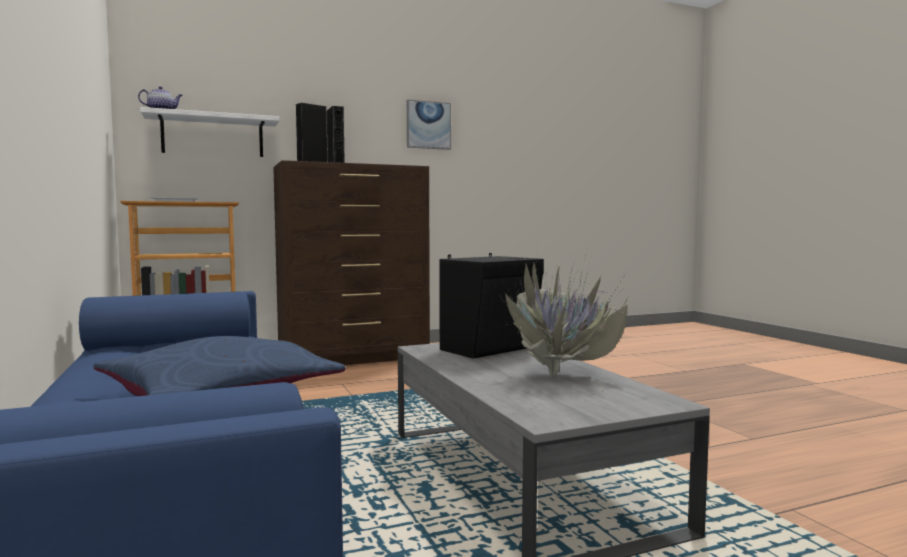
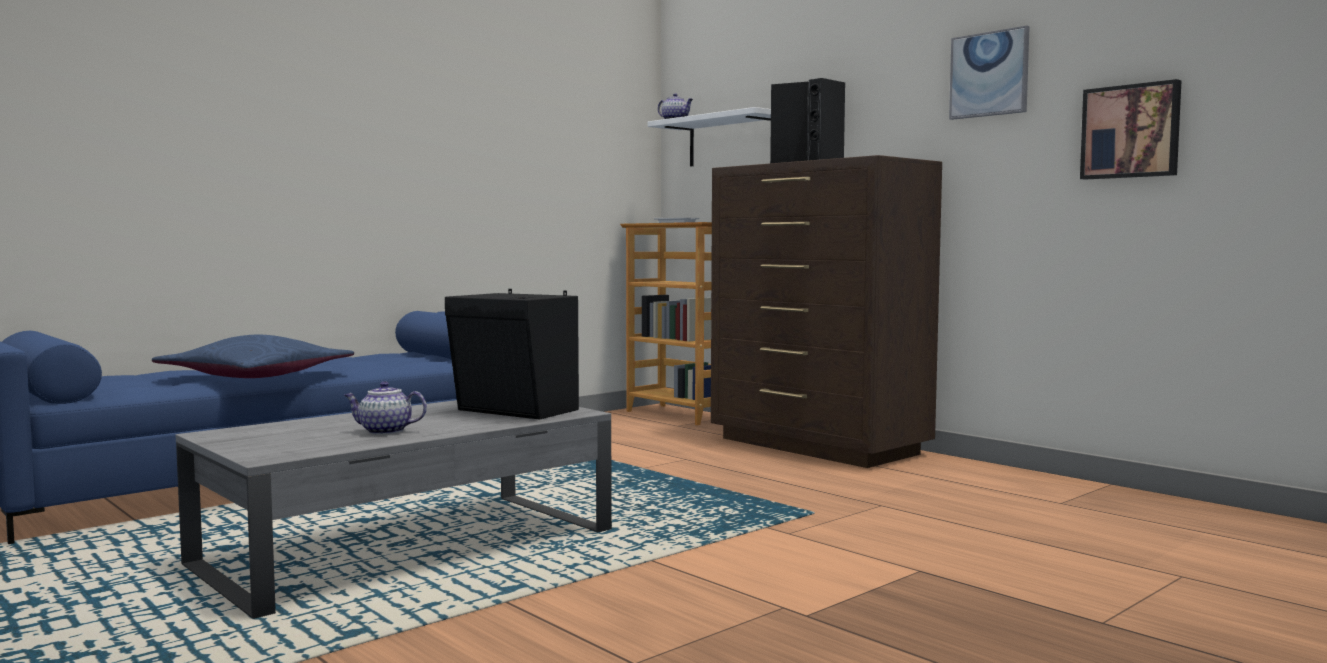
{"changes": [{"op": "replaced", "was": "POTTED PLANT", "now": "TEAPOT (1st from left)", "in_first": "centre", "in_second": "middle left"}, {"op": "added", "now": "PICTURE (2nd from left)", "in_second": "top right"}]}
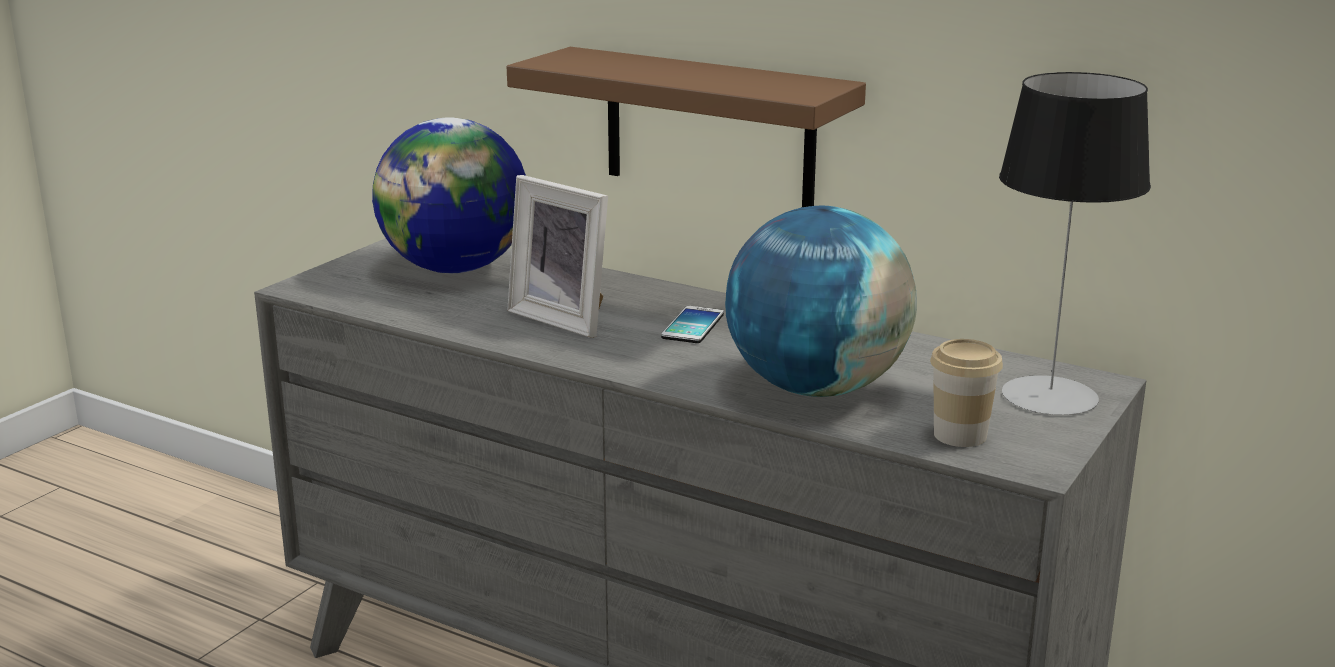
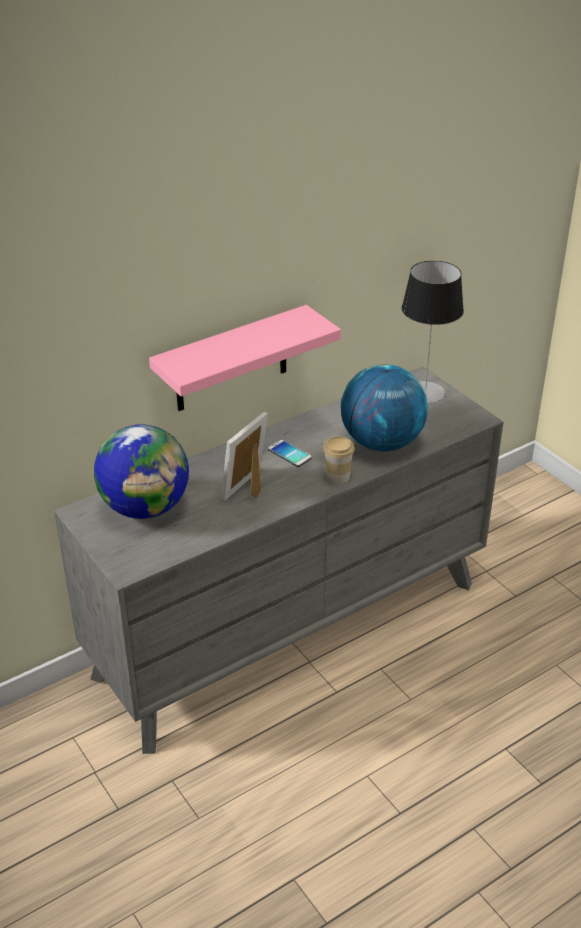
{"changes": [{"op": "recoloured", "was": "BROWN SHELF", "now": "PINK SHELF", "in_first": "top centre", "in_second": "centre"}, {"op": "turned", "was": "PICTURE FRAME", "in_first": "centre", "in_second": "centre", "clockwise": 150}, {"op": "moved", "was": "CUP", "in_first": "middle right", "in_second": "centre"}]}
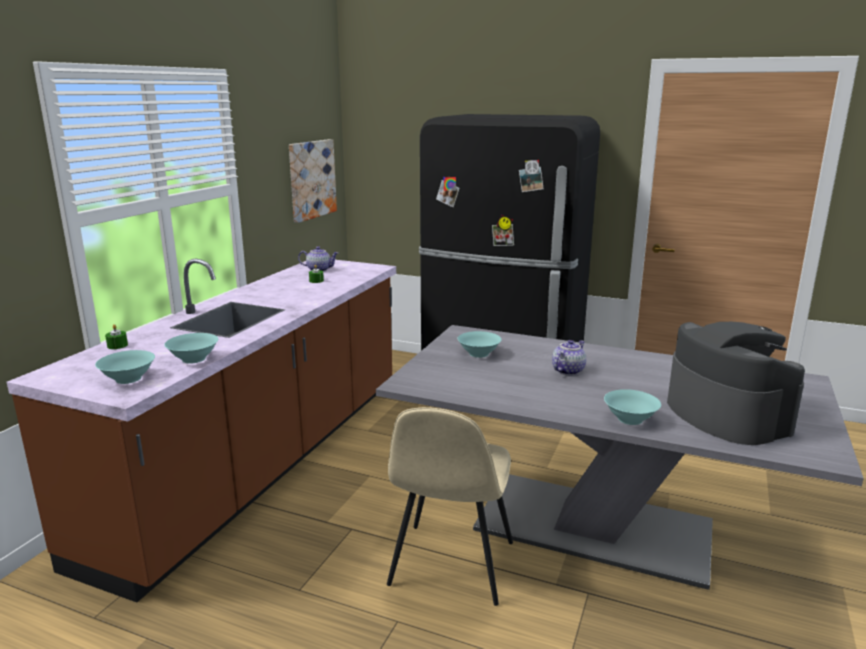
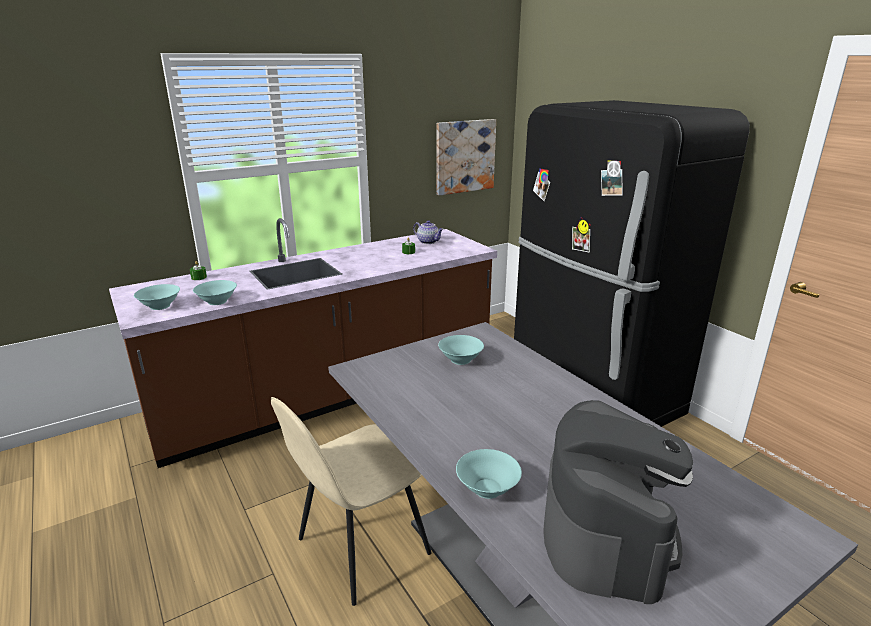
{"changes": [{"op": "removed", "was": "TEAPOT (2nd from left)", "in_first": "centre"}]}
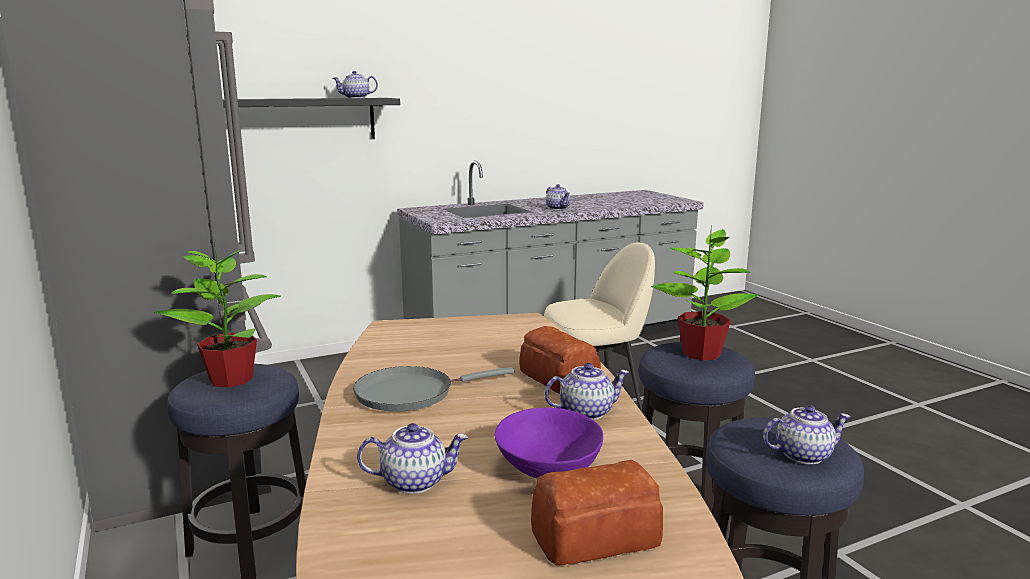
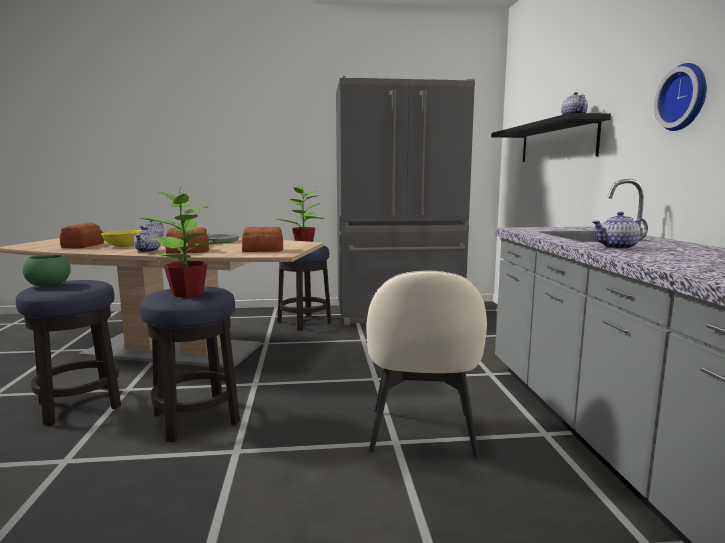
{"changes": [{"op": "replaced", "was": "TEAPOT (5th from left)", "now": "GREEN BOWL", "in_first": "bottom right", "in_second": "middle left"}, {"op": "recoloured", "was": "PURPLE BOWL", "now": "YELLOW BOWL", "in_first": "bottom centre", "in_second": "middle left"}, {"op": "added", "now": "BREAD (3rd from left)", "in_second": "centre"}, {"op": "added", "now": "WALL CLOCK", "in_second": "top right"}]}
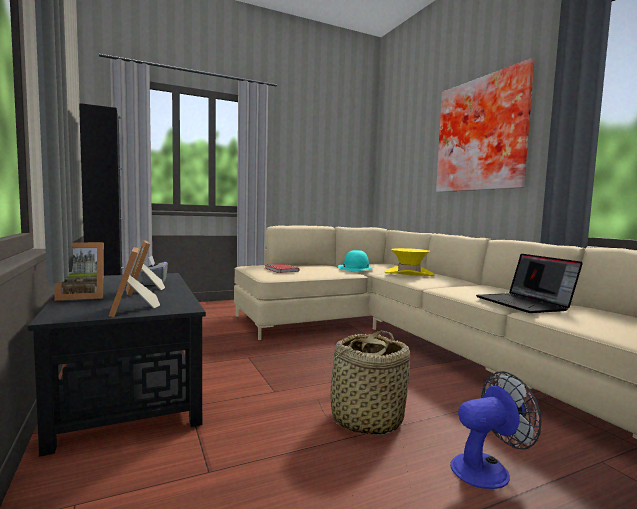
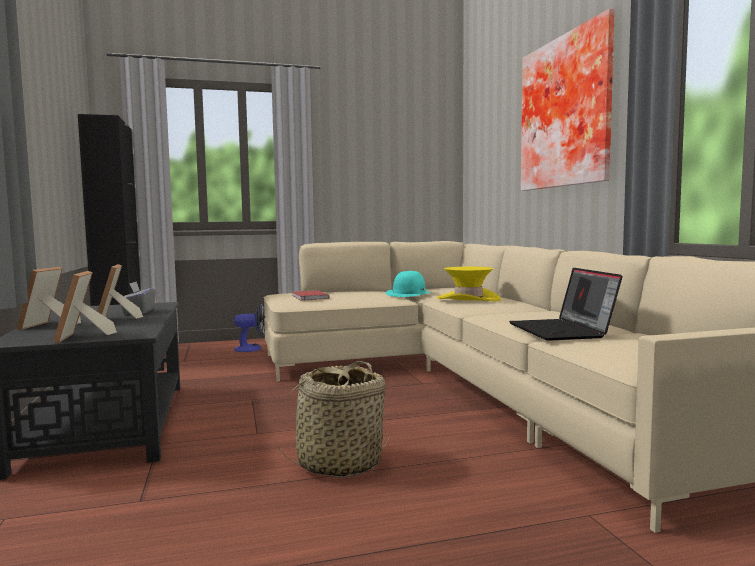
{"changes": [{"op": "turned", "was": "PICTURE FRAME (1st from left)", "in_first": "middle left", "in_second": "middle left", "clockwise": 105}, {"op": "moved", "was": "FAN", "in_first": "bottom right", "in_second": "middle left"}]}
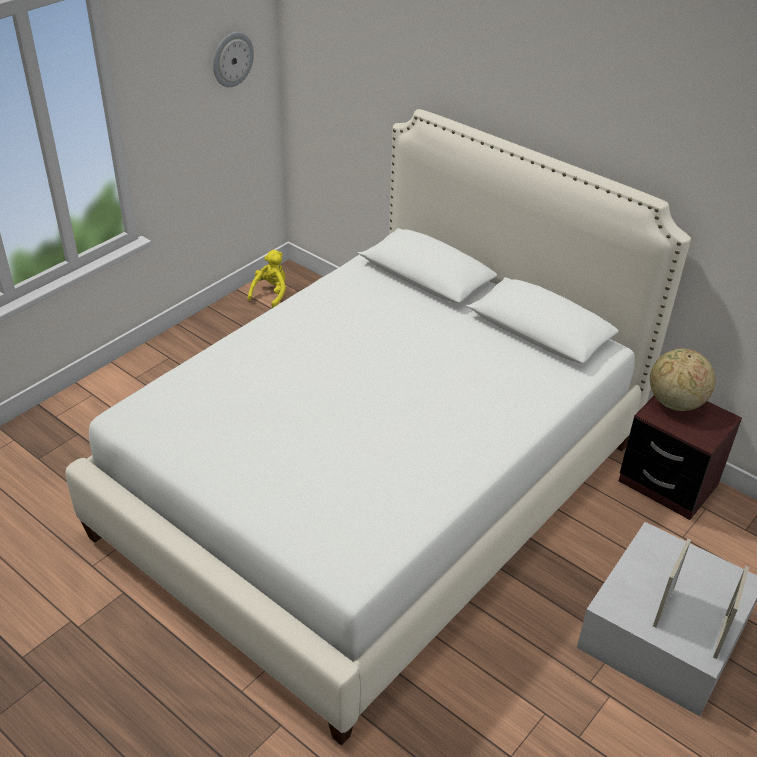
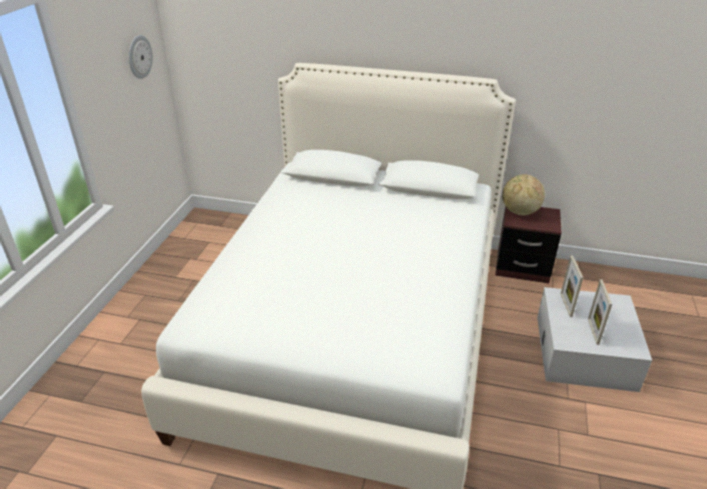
{"changes": [{"op": "moved", "was": "PICTURE FRAME (2nd from left in the first image)", "now": "PICTURE FRAME (1st from left)", "in_first": "bottom right", "in_second": "middle right"}, {"op": "removed", "was": "YELLOW PLUSH TOY", "in_first": "centre"}]}
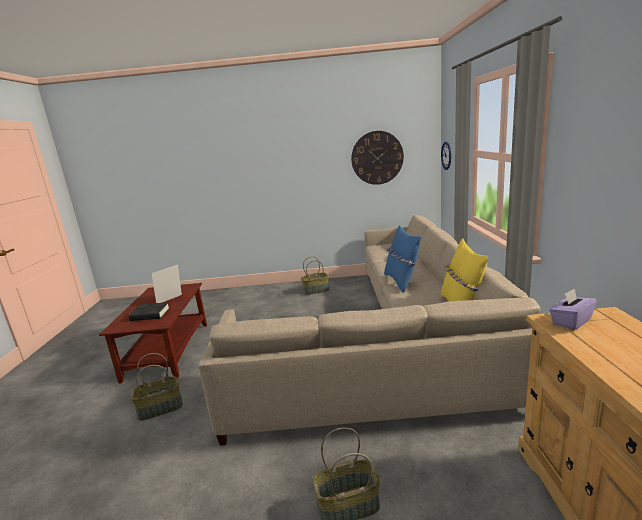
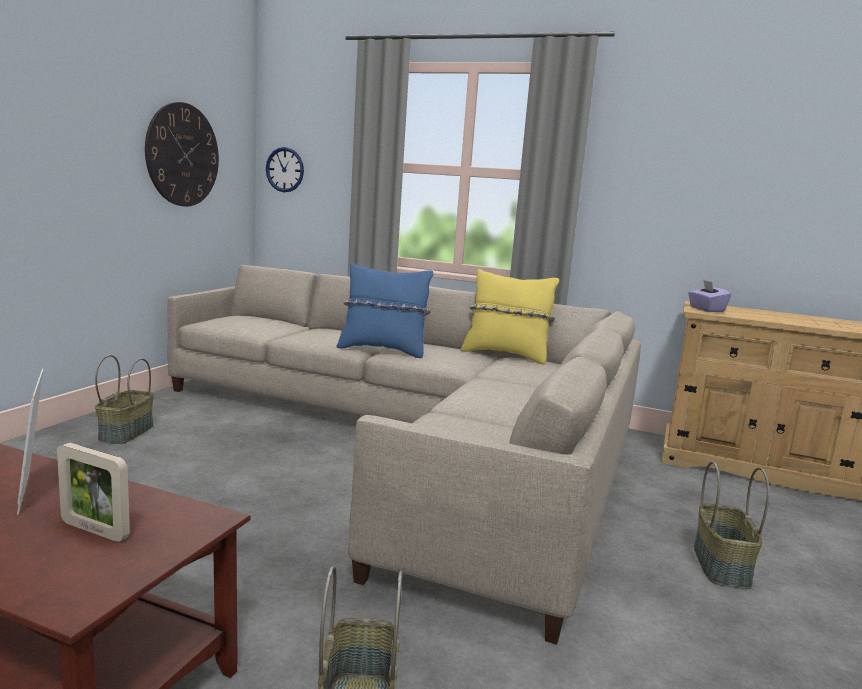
{"changes": [{"op": "replaced", "was": "BLACK BOOK", "now": "PICTURE FRAME (2nd from left)", "in_first": "middle left", "in_second": "bottom left"}]}
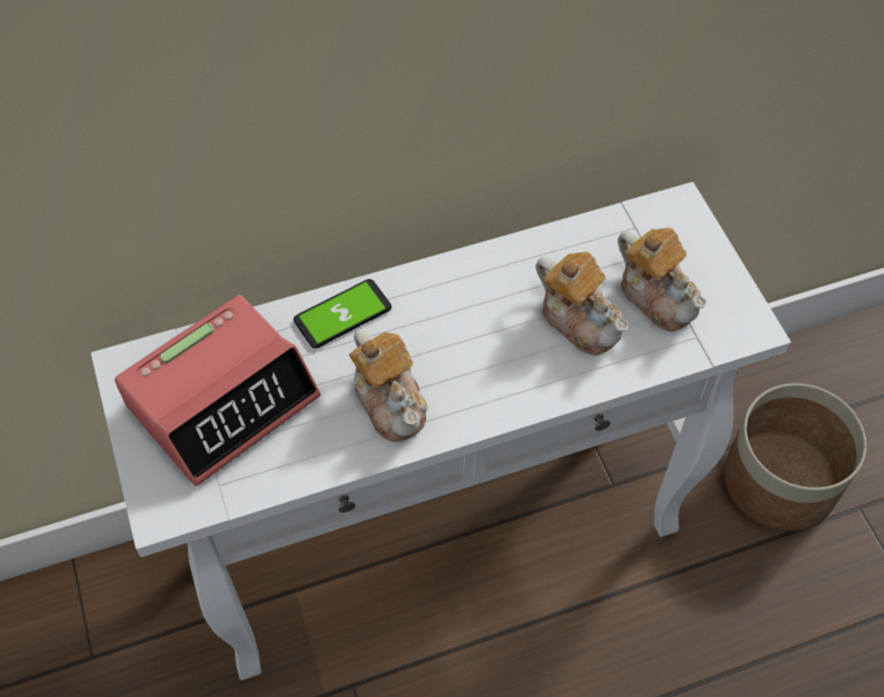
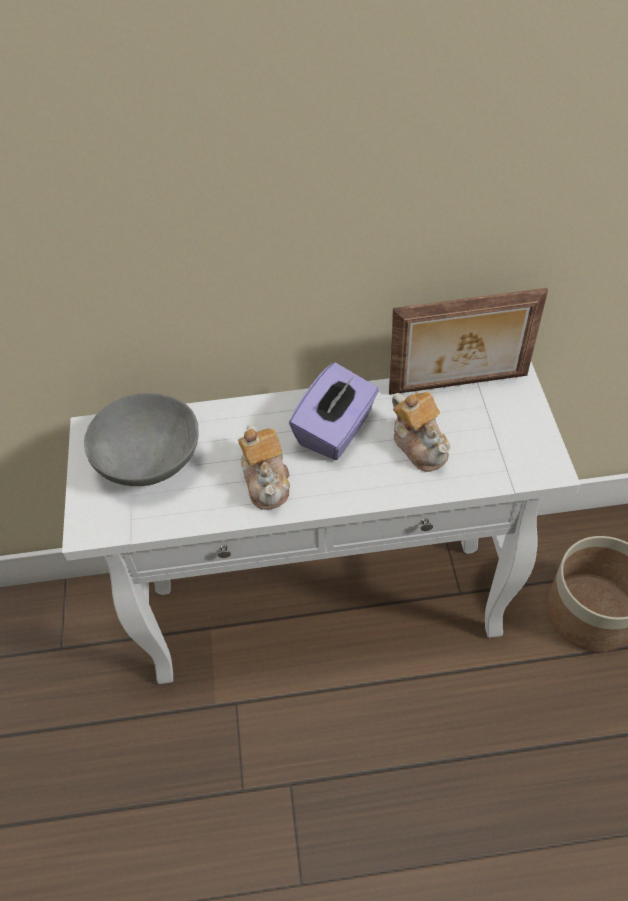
{"changes": [{"op": "replaced", "was": "ALARM CLOCK", "now": "GREY BOWL", "in_first": "middle left", "in_second": "middle left"}, {"op": "added", "now": "PURPLE TISSUE BOX", "in_second": "centre"}, {"op": "added", "now": "PICTURE FRAME", "in_second": "middle right"}, {"op": "removed", "was": "PHONE", "in_first": "centre"}, {"op": "removed", "was": "TEAPOT (3rd from left)", "in_first": "middle right"}]}
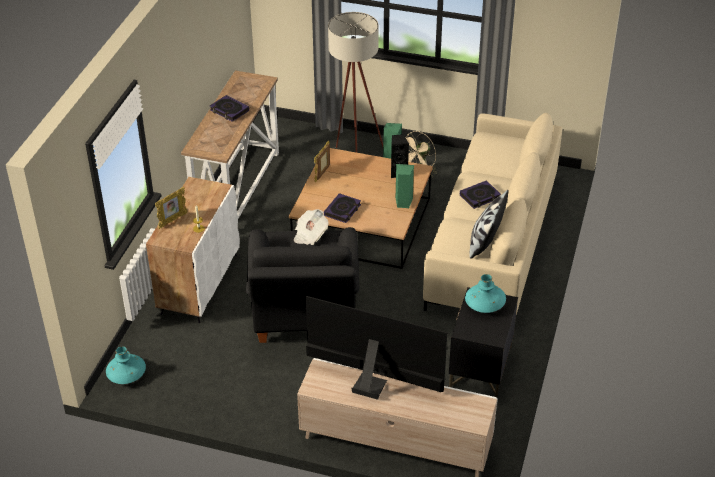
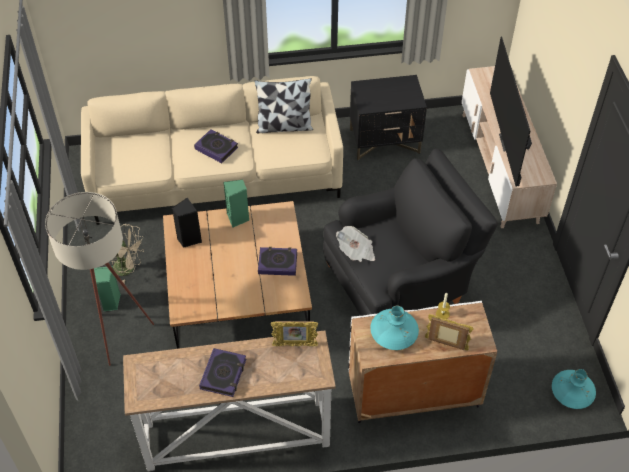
{"changes": [{"op": "moved", "was": "PICTURE FRAME (2nd from left in the first image)", "now": "PICTURE FRAME (1st from left)", "in_first": "centre", "in_second": "bottom centre"}, {"op": "moved", "was": "TURQUOISE VASE (2nd from left in the first image)", "now": "TURQUOISE VASE (1st from left)", "in_first": "middle right", "in_second": "bottom centre"}]}
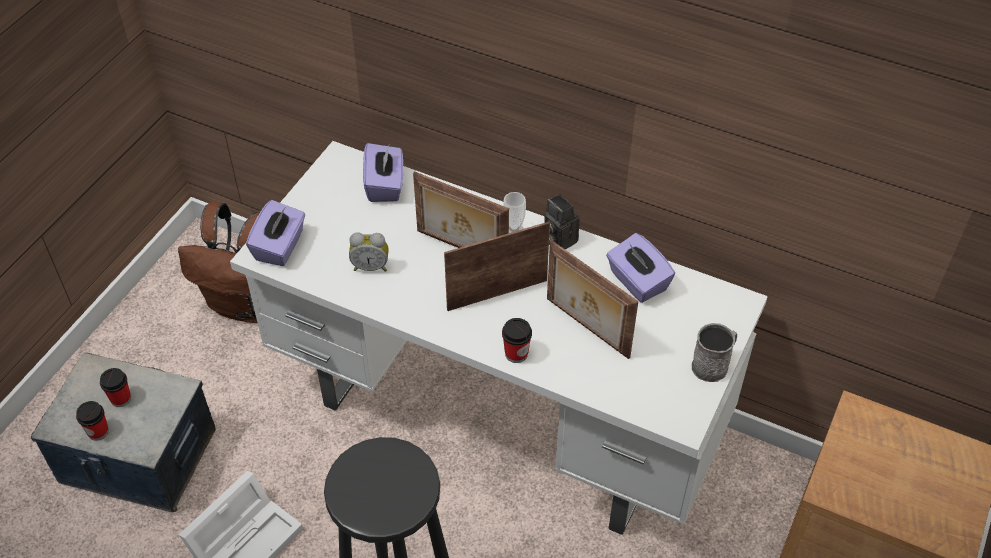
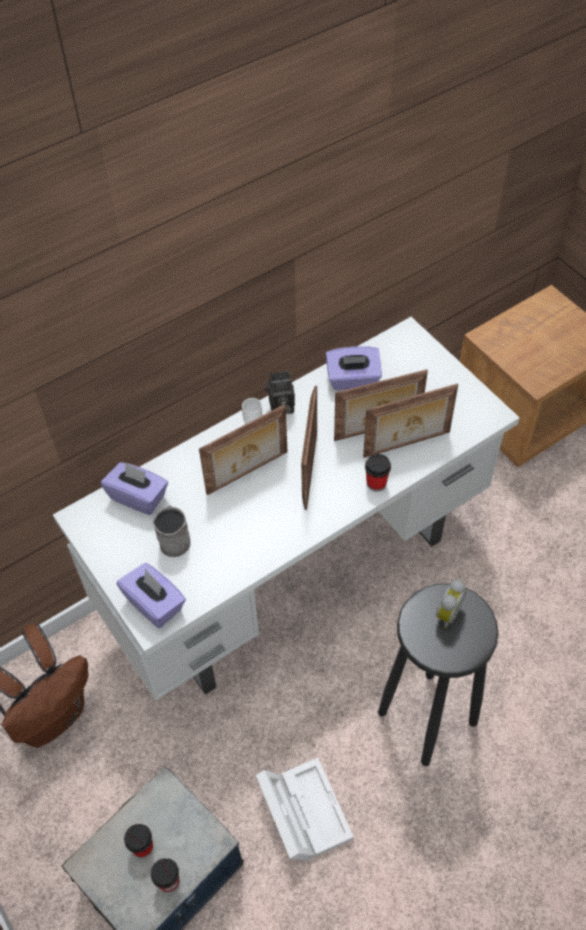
{"changes": [{"op": "moved", "was": "GREY MUG", "in_first": "middle right", "in_second": "middle left"}, {"op": "added", "now": "PICTURE FRAME (4th from left)", "in_second": "middle right"}, {"op": "moved", "was": "ALARM CLOCK", "in_first": "centre", "in_second": "middle right"}]}
